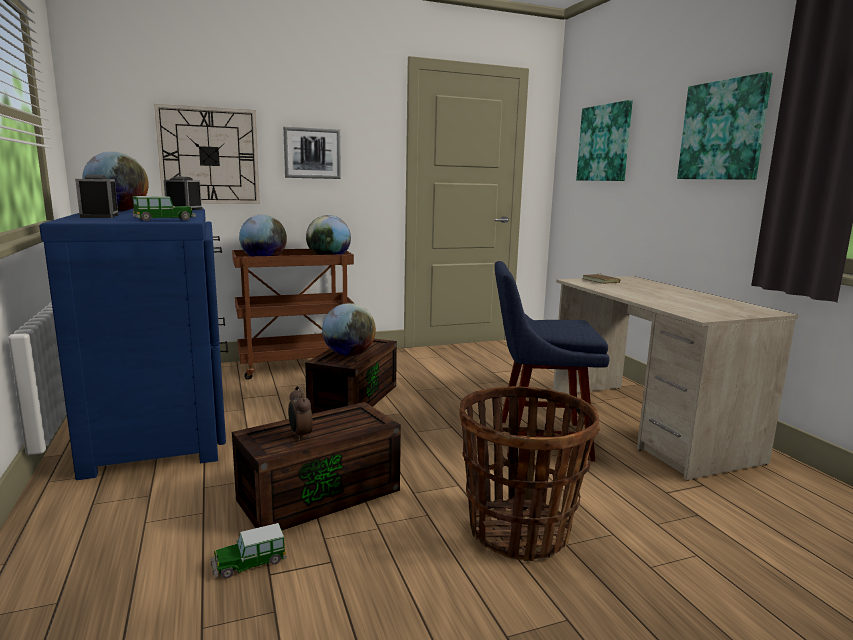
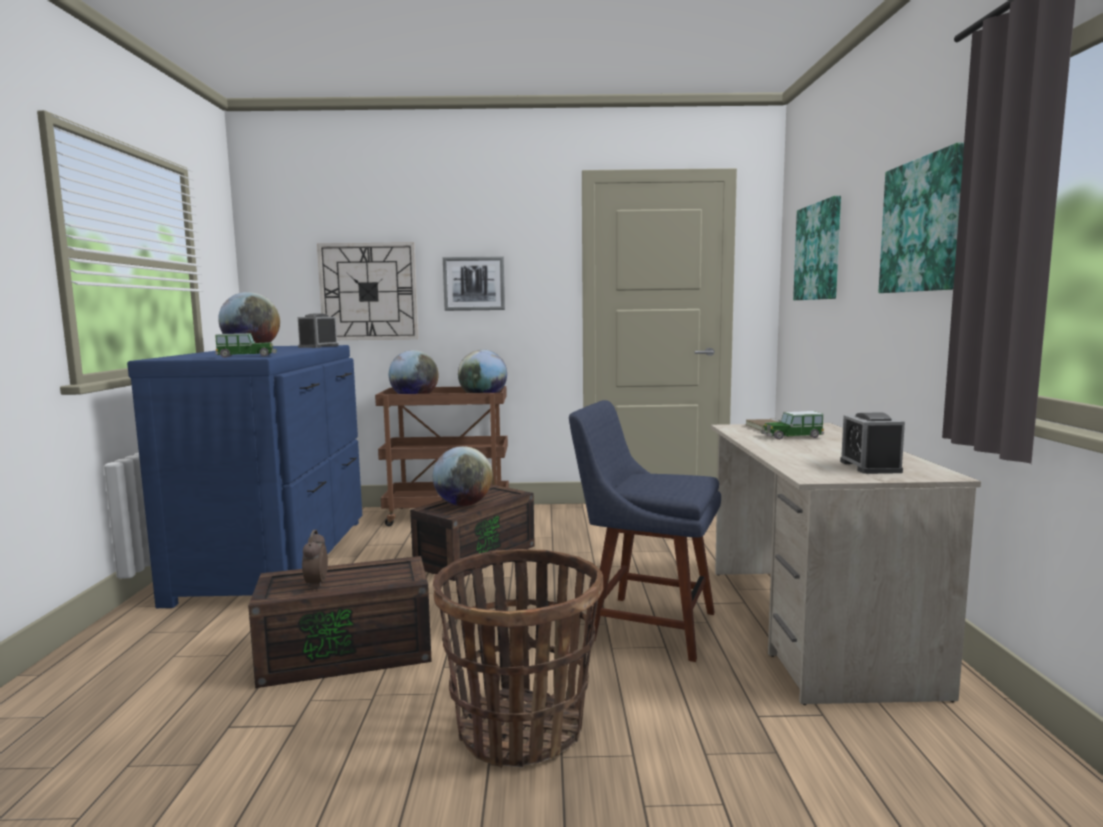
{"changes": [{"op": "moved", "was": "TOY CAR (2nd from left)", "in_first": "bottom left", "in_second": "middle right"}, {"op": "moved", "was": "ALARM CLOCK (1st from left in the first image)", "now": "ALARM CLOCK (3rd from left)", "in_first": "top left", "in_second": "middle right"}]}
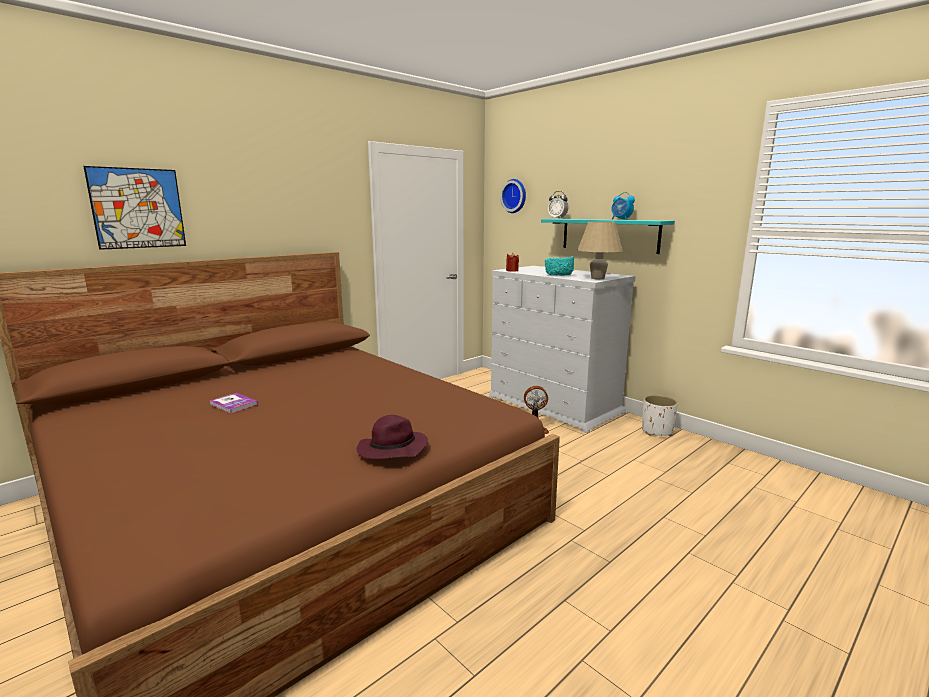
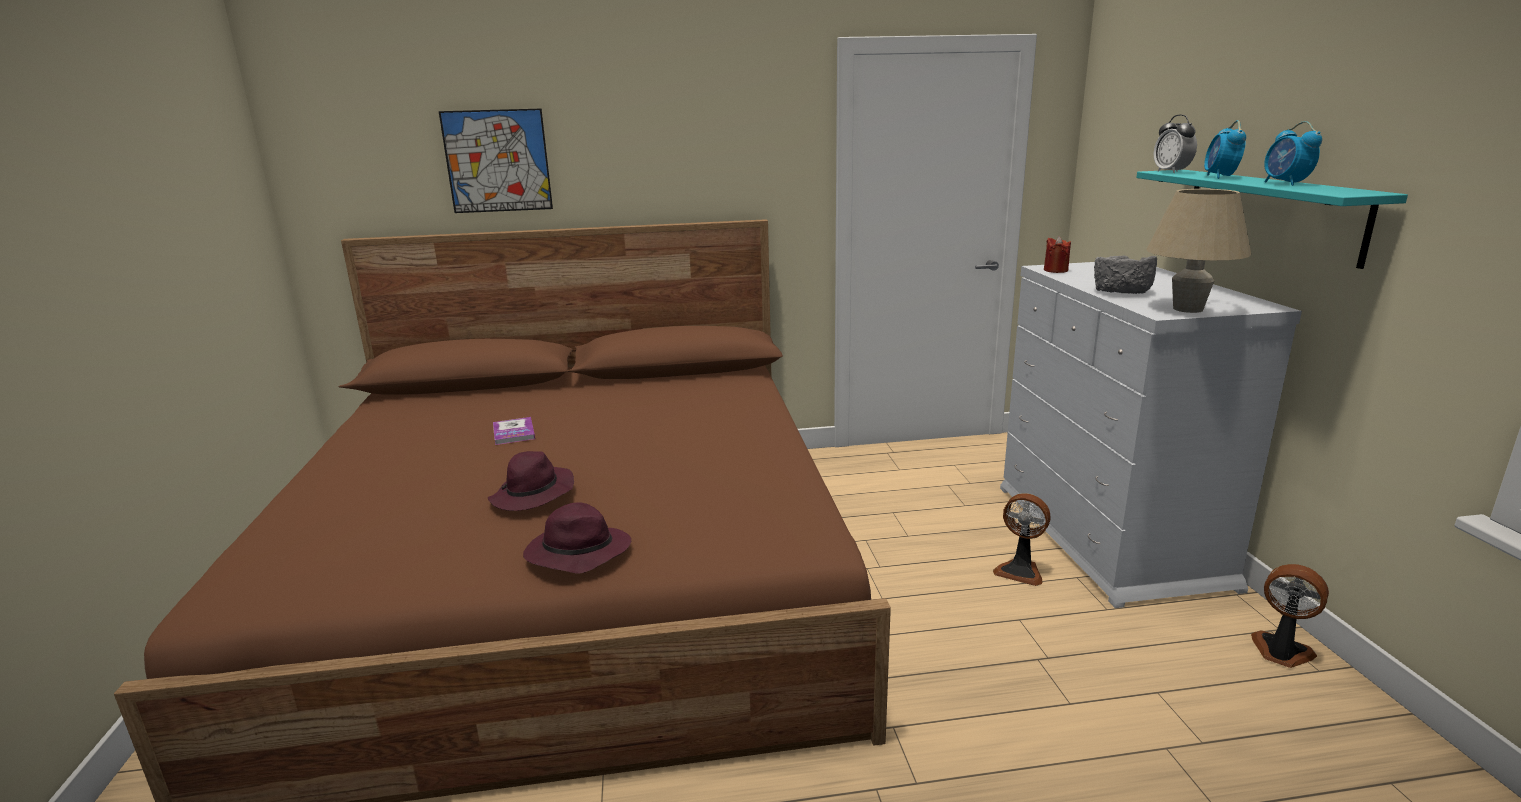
{"changes": [{"op": "added", "now": "PURPLE HAT (1st from left)", "in_second": "centre"}, {"op": "recoloured", "was": "TURQUOISE BOWL", "now": "GREY BOWL", "in_first": "centre", "in_second": "middle right"}, {"op": "added", "now": "ALARM CLOCK (2nd from left)", "in_second": "top right"}, {"op": "replaced", "was": "WHITE PLANTER", "now": "FAN (2nd from left)", "in_first": "middle right", "in_second": "bottom right"}, {"op": "removed", "was": "WALL CLOCK", "in_first": "top centre"}]}
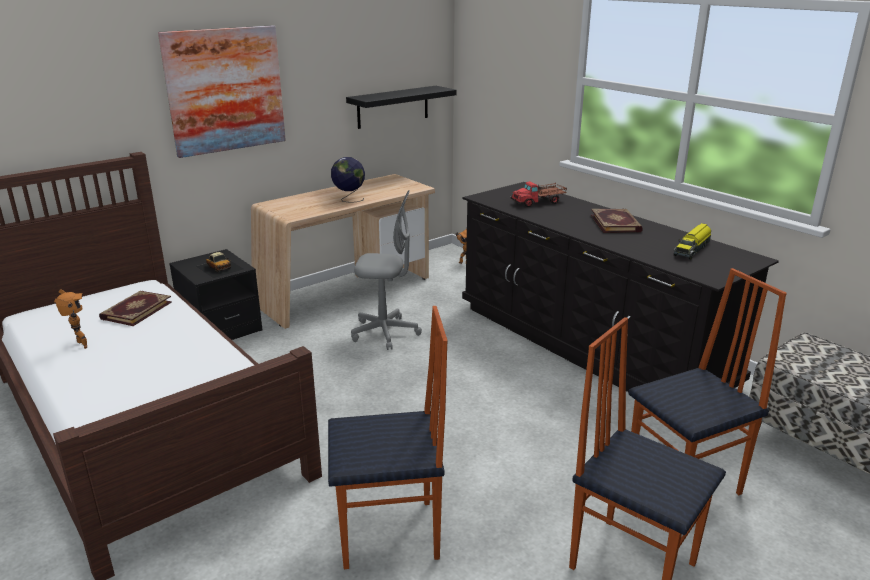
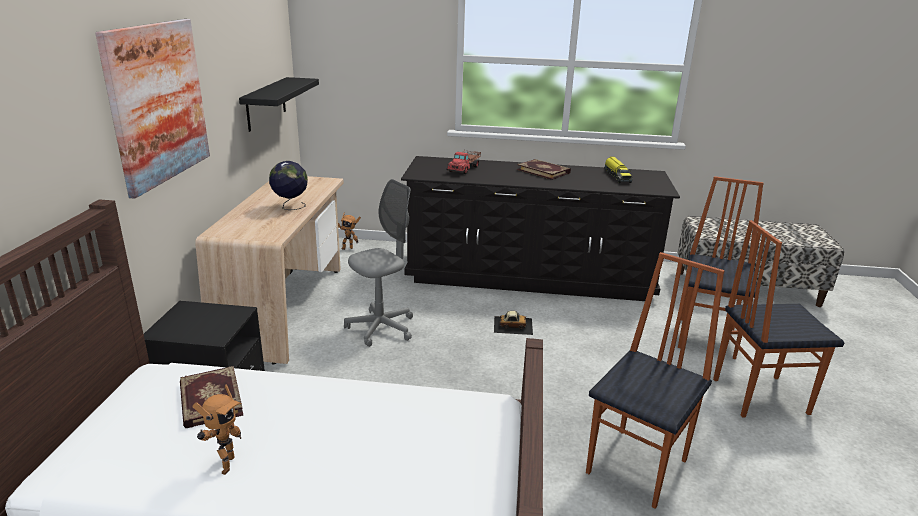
{"changes": [{"op": "turned", "was": "TOY ROBOT (1st from left)", "in_first": "middle left", "in_second": "bottom left", "clockwise": 90}, {"op": "moved", "was": "TOY CAR", "in_first": "middle left", "in_second": "centre"}]}
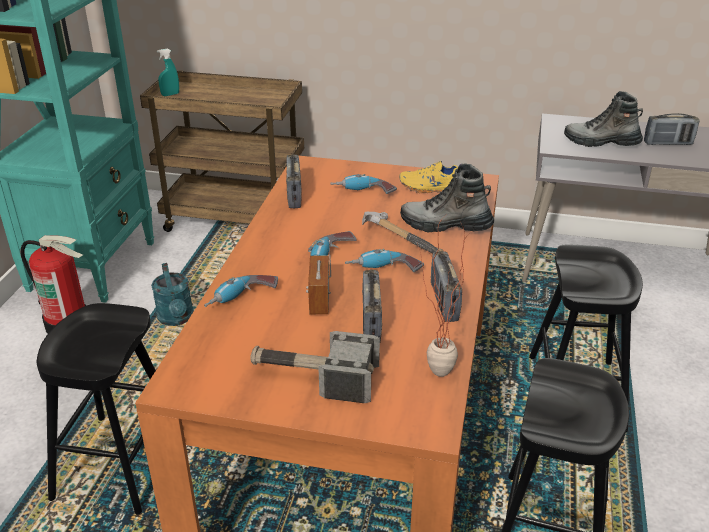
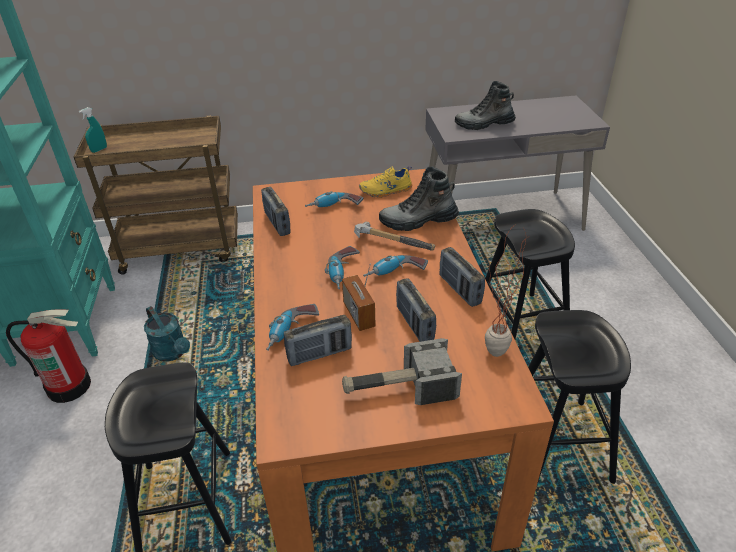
{"changes": [{"op": "moved", "was": "RADIO (5th from left in the first image)", "now": "RADIO (2nd from left)", "in_first": "top right", "in_second": "centre"}]}
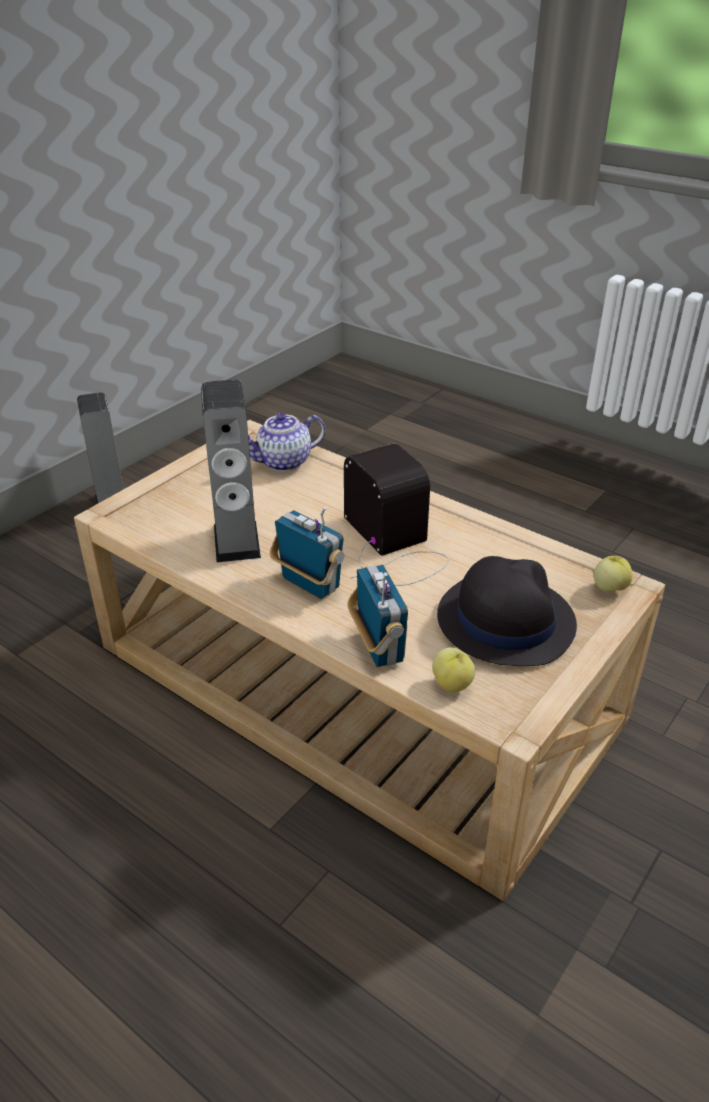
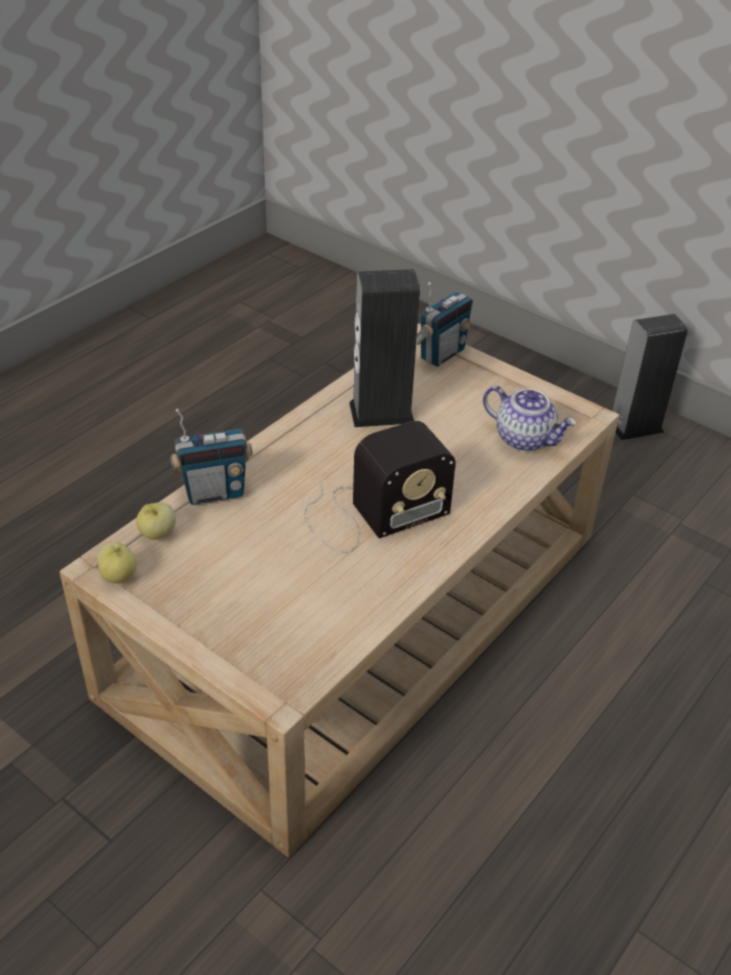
{"changes": [{"op": "moved", "was": "APPLE (2nd from left in the first image)", "now": "APPLE (1st from left)", "in_first": "middle right", "in_second": "middle left"}, {"op": "moved", "was": "RADIO (1st from left in the first image)", "now": "RADIO (3rd from left)", "in_first": "centre", "in_second": "top centre"}, {"op": "turned", "was": "TEAPOT", "in_first": "centre", "in_second": "middle right", "clockwise": 150}, {"op": "removed", "was": "BLACK HAT", "in_first": "middle right"}]}
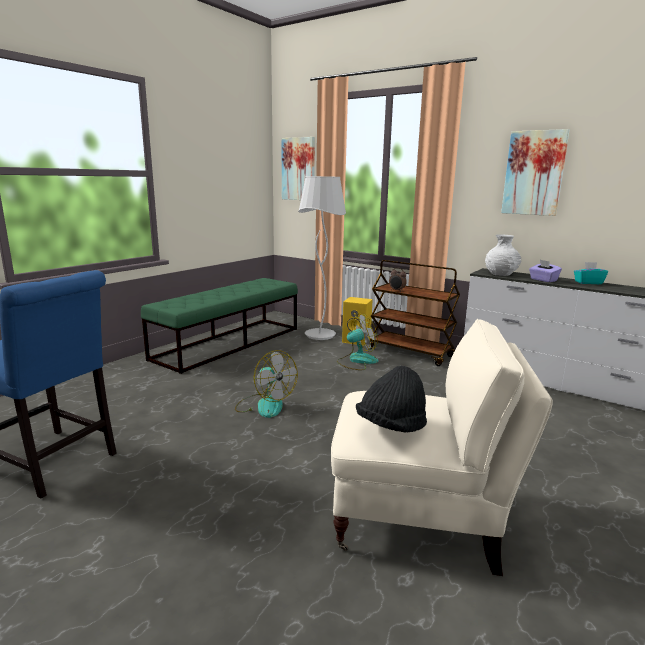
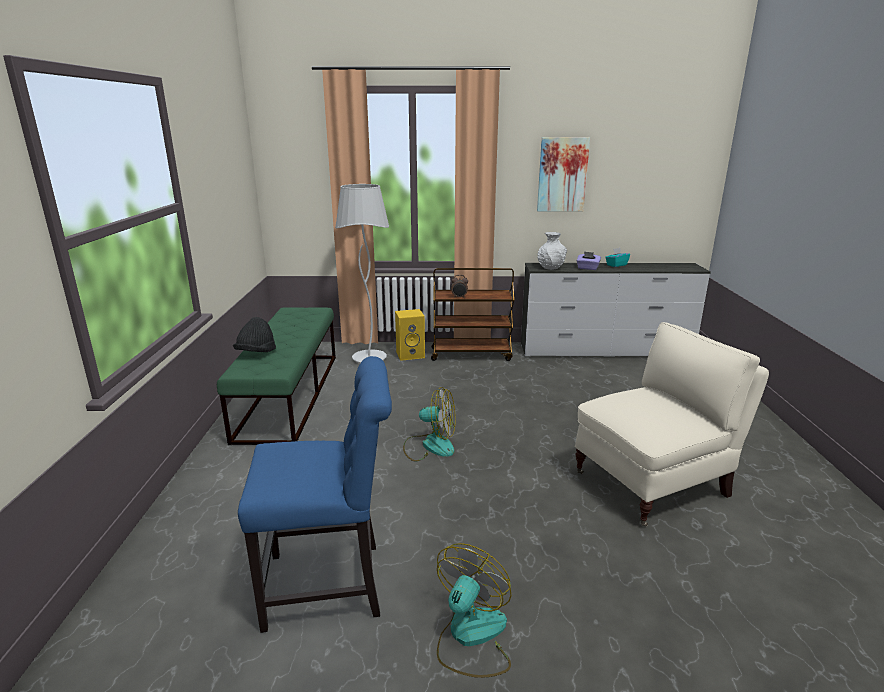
{"changes": [{"op": "moved", "was": "BLACK HAT", "in_first": "centre", "in_second": "middle left"}, {"op": "moved", "was": "FAN (2nd from left)", "in_first": "centre", "in_second": "bottom centre"}, {"op": "removed", "was": "PICTURE (1st from left)", "in_first": "top centre"}]}
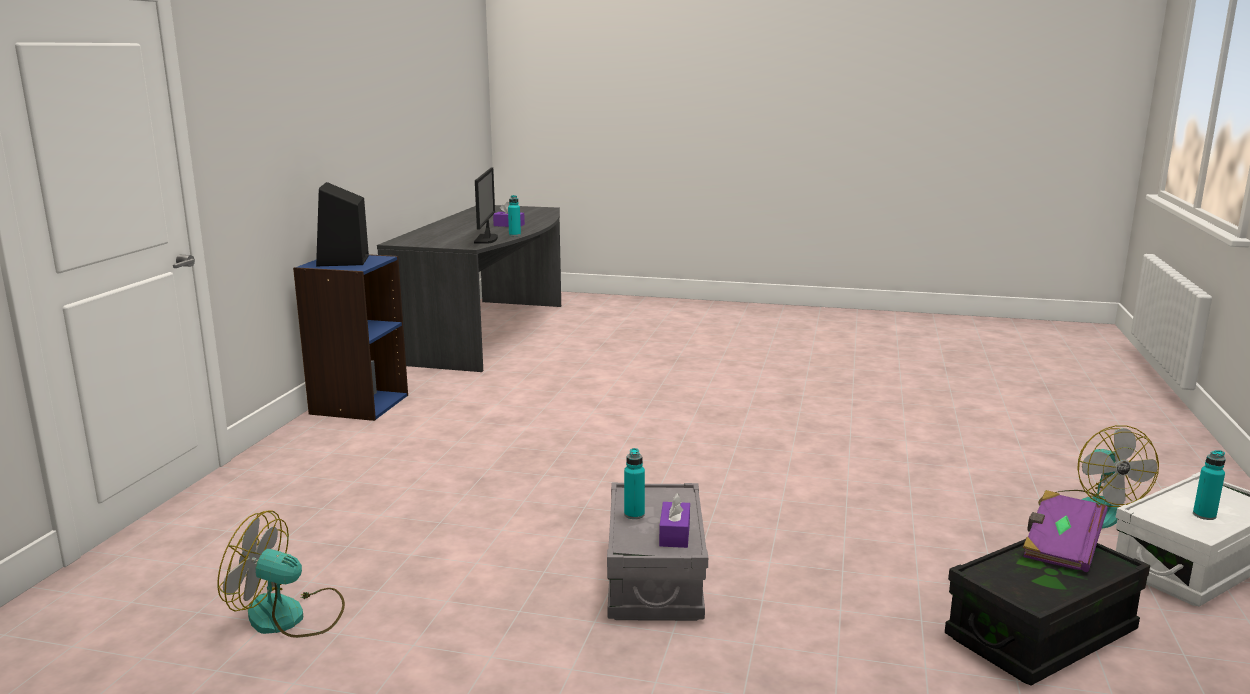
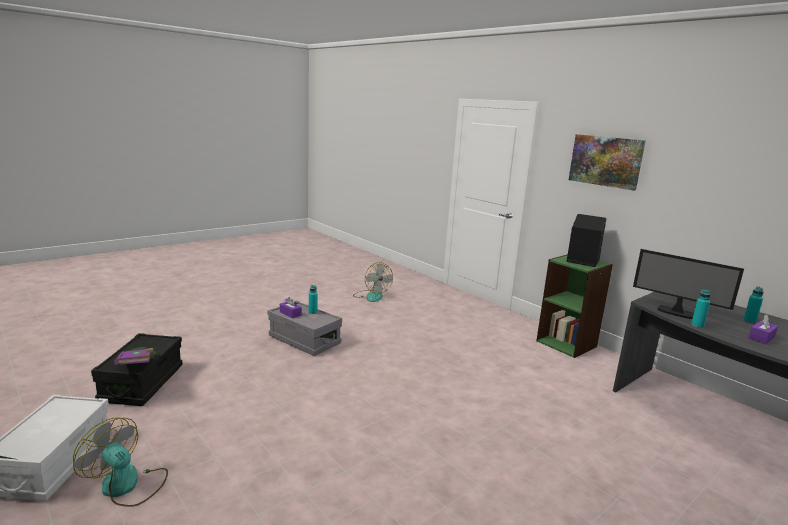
{"changes": [{"op": "turned", "was": "FAN (1st from left in the first image)", "in_first": "bottom left", "in_second": "centre", "clockwise": 105}, {"op": "recoloured", "was": "BLUE BOOKCASE", "now": "GREEN BOOKCASE", "in_first": "middle left", "in_second": "middle right"}, {"op": "added", "now": "PICTURE", "in_second": "top right"}, {"op": "moved", "was": "TURQUOISE BOTTLE (3rd from left)", "in_first": "bottom right", "in_second": "middle right"}]}
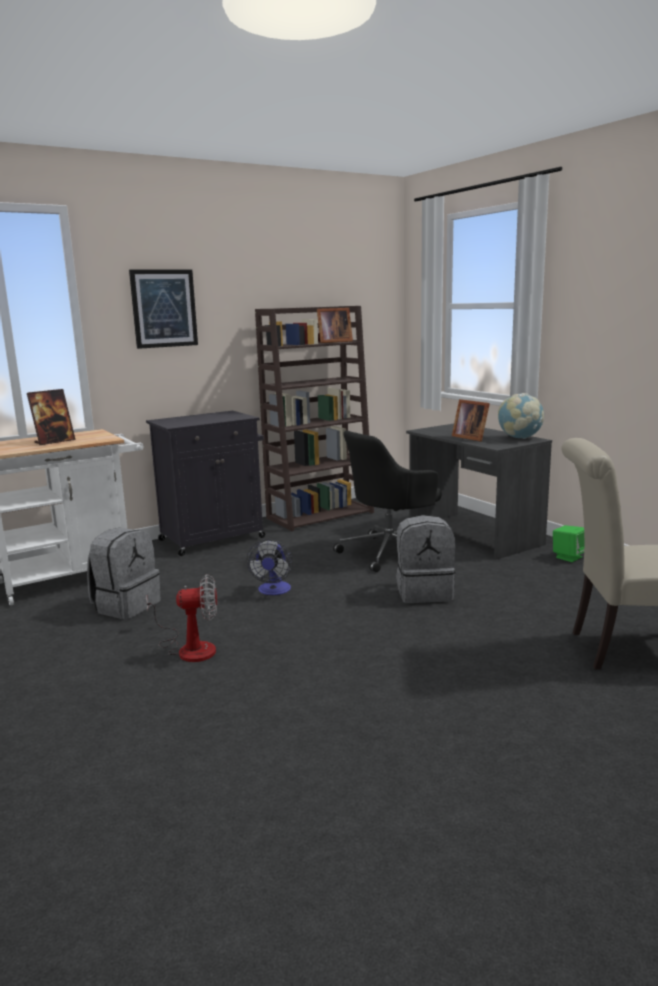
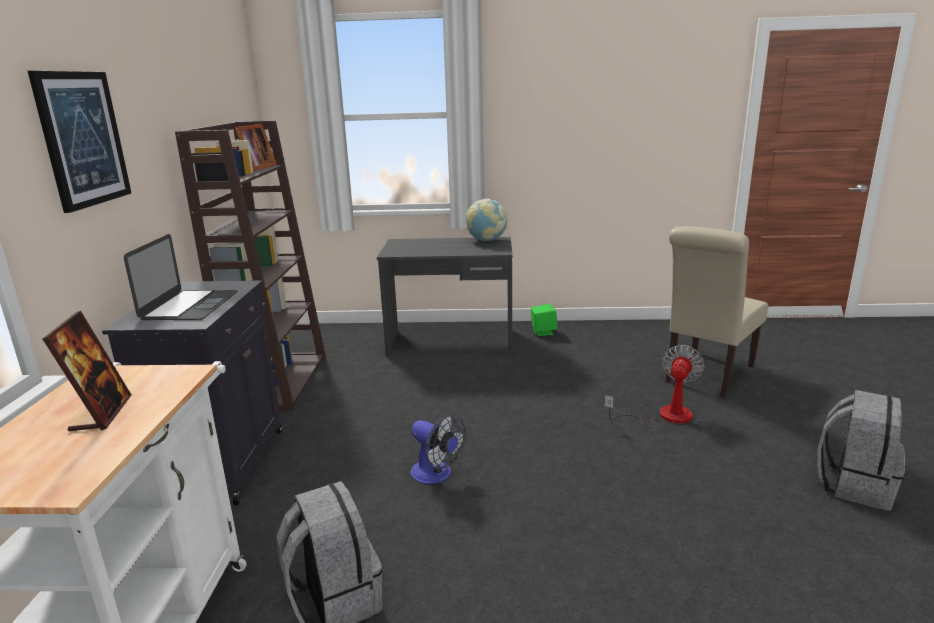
{"changes": [{"op": "added", "now": "LAPTOP", "in_second": "middle left"}, {"op": "moved", "was": "FAN (1st from left in the first image)", "now": "FAN (2nd from left)", "in_first": "middle left", "in_second": "middle right"}, {"op": "moved", "was": "GREY BACKPACK (2nd from left)", "in_first": "centre", "in_second": "bottom right"}, {"op": "removed", "was": "BLACK OFFICE CHAIR", "in_first": "centre"}, {"op": "removed", "was": "PICTURE FRAME (3rd from left)", "in_first": "middle right"}]}
